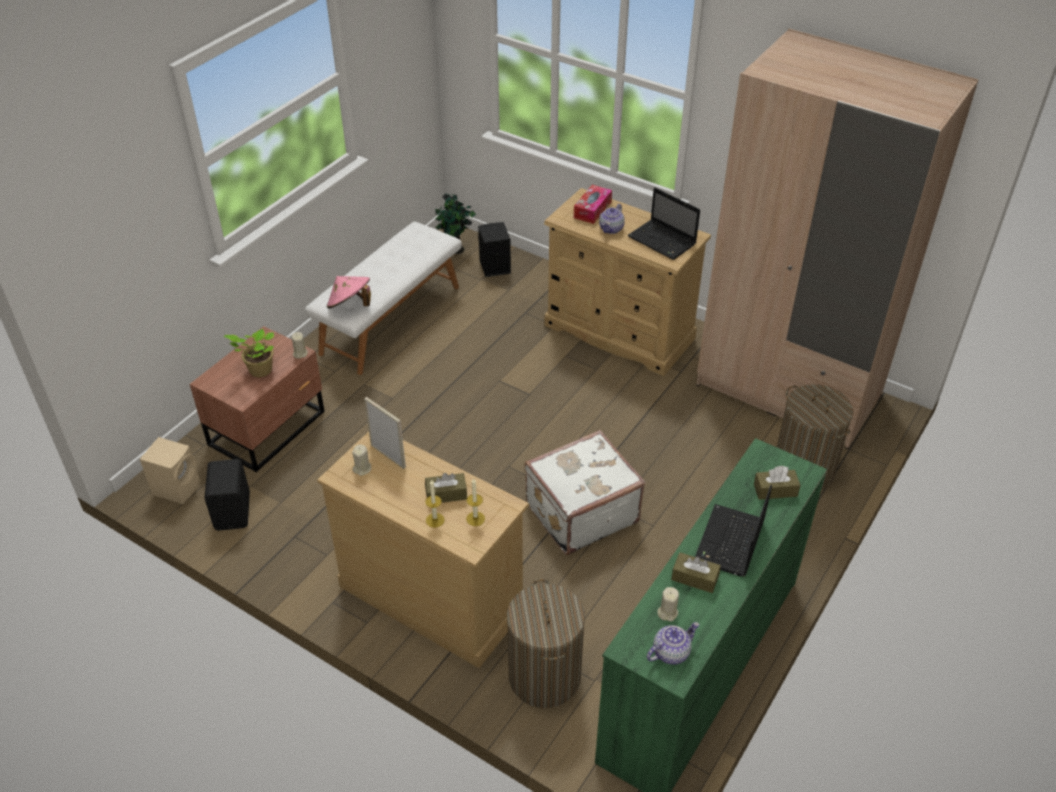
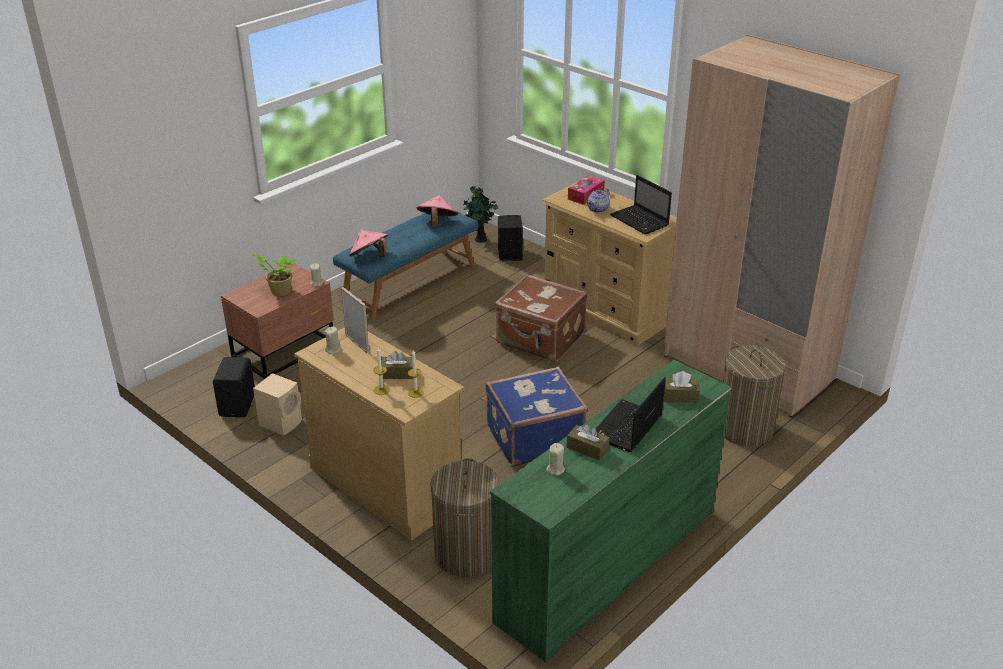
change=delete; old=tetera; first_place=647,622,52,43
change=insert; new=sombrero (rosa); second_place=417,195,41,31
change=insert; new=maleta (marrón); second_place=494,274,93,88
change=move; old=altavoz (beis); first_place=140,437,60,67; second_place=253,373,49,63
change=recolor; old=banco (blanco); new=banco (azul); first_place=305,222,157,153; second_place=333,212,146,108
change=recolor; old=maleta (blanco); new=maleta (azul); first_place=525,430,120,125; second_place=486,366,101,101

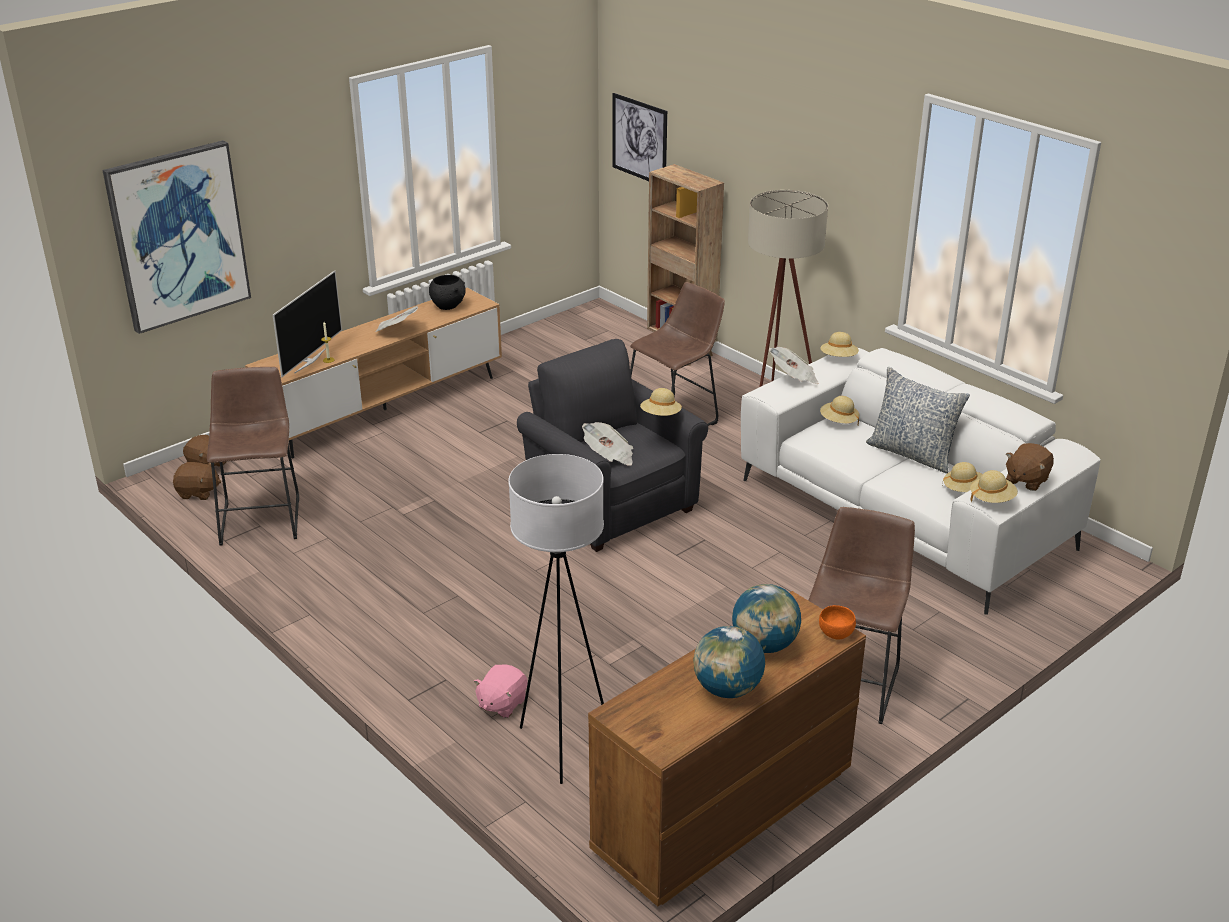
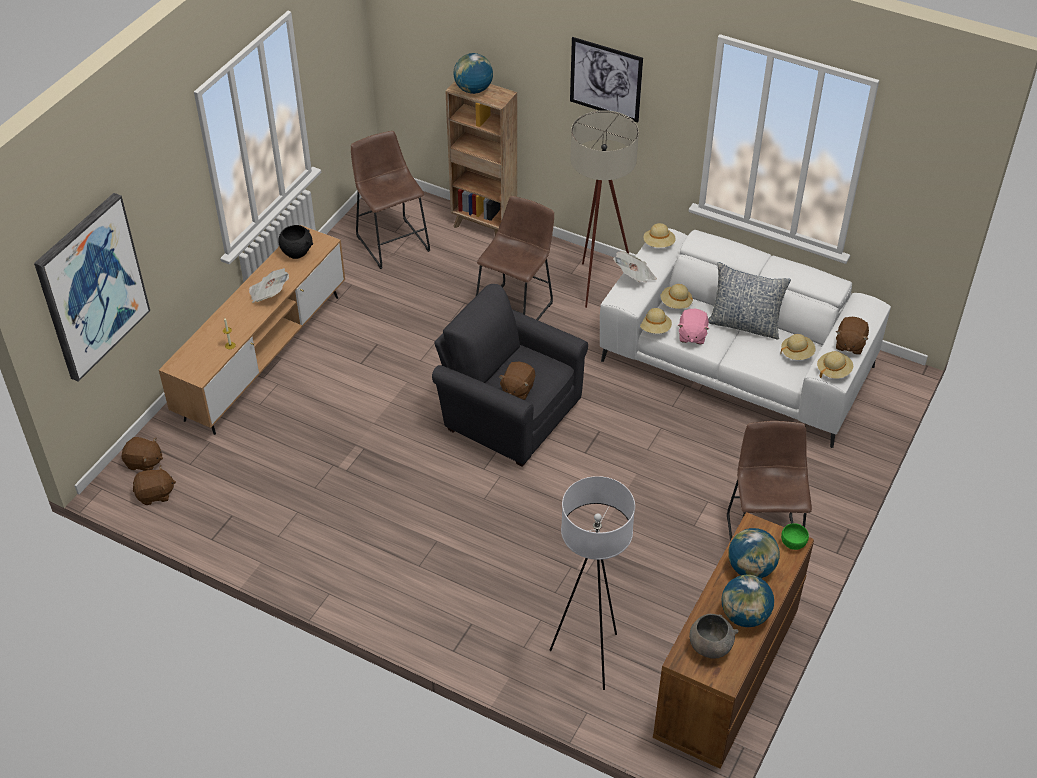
change=delete; old=televisor; first_place=273,270,69,107
change=insert; new=globo terráqueo; second_place=454,53,39,41
change=insert; new=cuenco (gris); second_place=689,614,49,44
change=move; old=taburete (marrón); first_place=207,367,92,179; second_place=351,131,79,138
change=move; old=peluche (rosa); first_place=474,664,53,54; second_place=678,309,31,35
change=move; old=cuadro; first_place=613,93,54,88; second_place=570,37,73,86
change=move; old=sombrero (beis); first_place=640,388,42,28; second_place=640,308,32,26
change=replace; old=periódico; new=peluche (marrón); first_place=582,422,51,44; second_place=498,362,37,38
change=recolor; old=cuenco (naranja); new=cuenco (verde); first_place=819,605,37,35; second_place=781,523,28,27

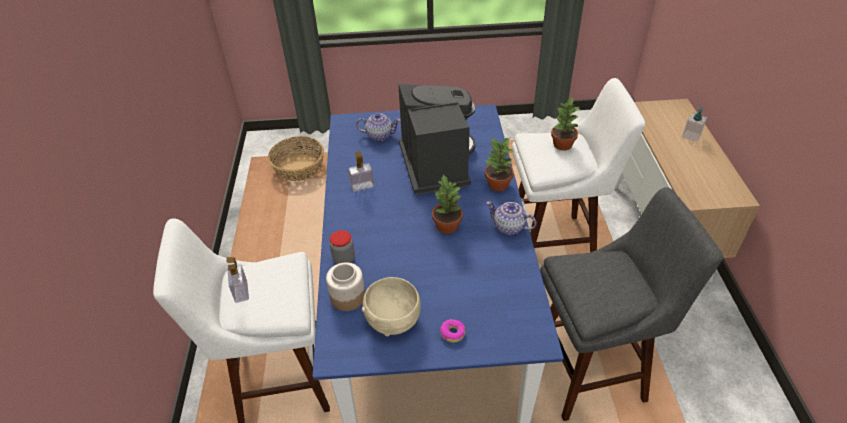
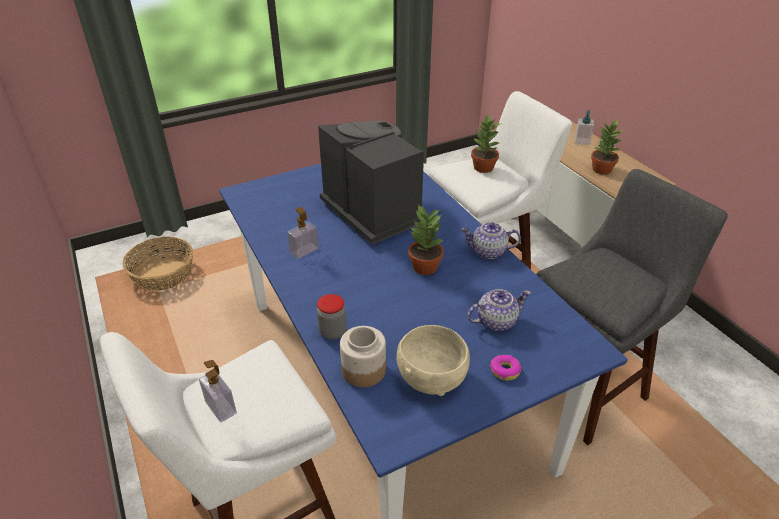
change=move; old=tetera; first_place=356,113,45,28; second_place=467,289,64,42
change=move; old=planta en maceta; first_place=485,138,30,53; second_place=591,120,33,55

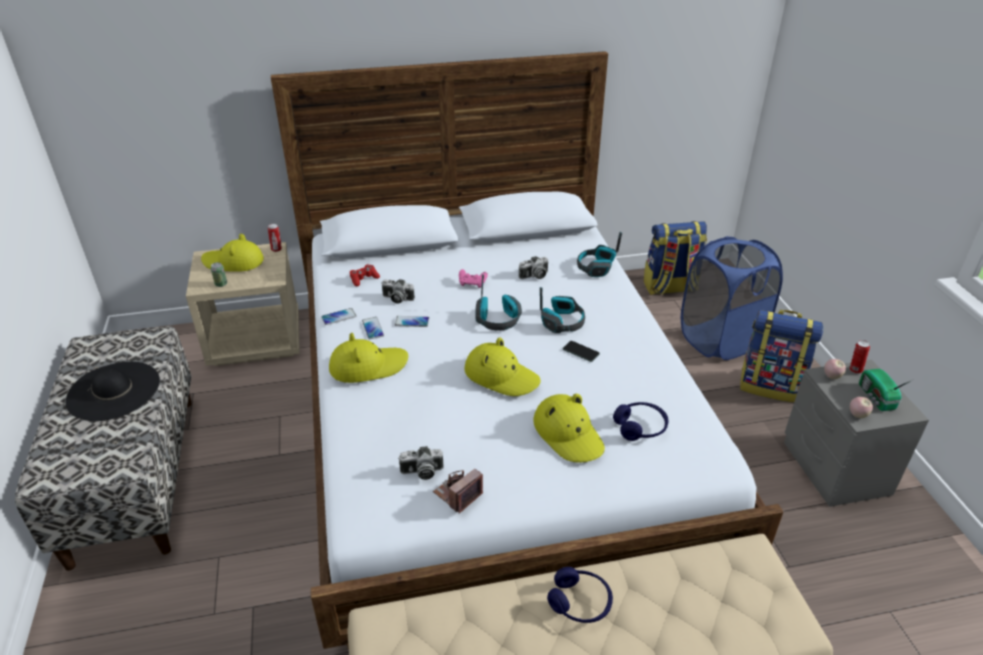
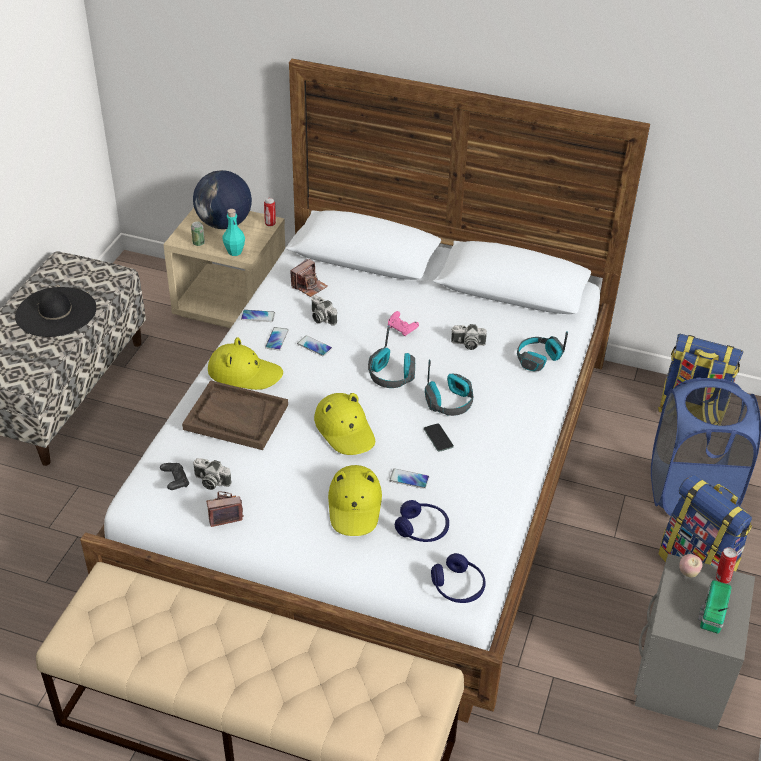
change=delete; old=manzana; first_place=850,397,23,21
change=insert; new=mando de consola (negro); second_place=160,463,29,27
change=insert; new=bandeja (marrón); second_place=182,380,106,70
change=insert; new=botella (turquesa); second_place=222,209,23,47
change=insert; new=móvil; second_place=389,468,40,21
change=move; old=auriculares (azul); first_place=547,567,66,56; second_place=431,553,55,50
change=replace; old=sombrero (amarillo); new=globo terráqueo; first_place=201,233,63,39; second_place=193,170,59,59
change=replace; old=mando de consola (rojo); new=cámara; first_place=350,264,30,22; second_place=290,259,38,38

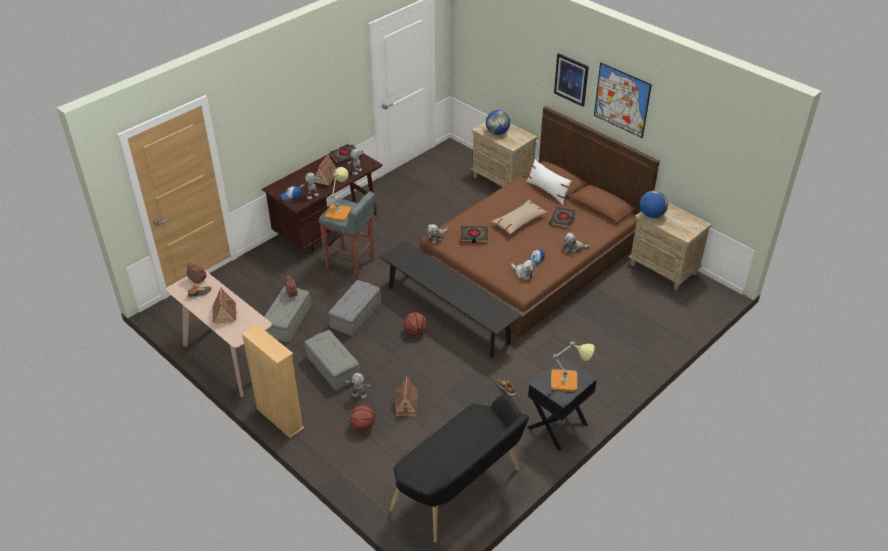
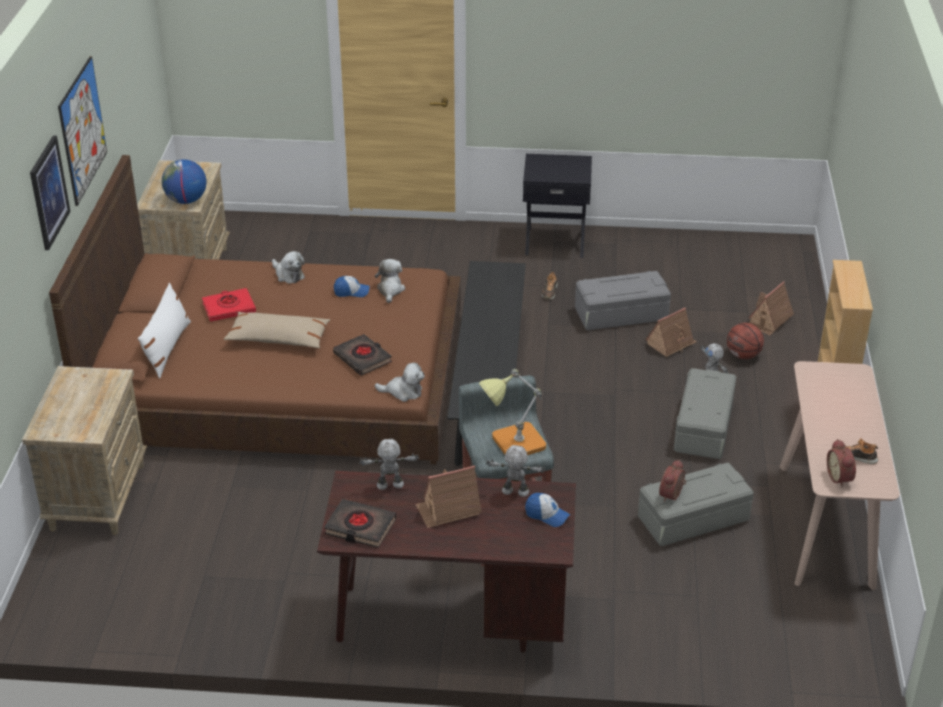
change=delete; old=banco (negro); first_place=389,395,140,148
change=delete; old=balón de baloncesto; first_place=404,312,23,23
change=delete; old=globo terráqueo; first_place=486,110,24,25
change=delete; old=lámpara de mesa; first_place=551,341,44,51
change=move; old=casita; first_place=213,287,25,37; second_place=748,281,46,54
change=move; old=caja de almacenaje (gris); first_place=328,280,53,56; second_place=575,271,96,60
change=recolor; old=libro (negro); new=libro (rojo); first_place=549,206,27,23; second_place=202,288,54,34

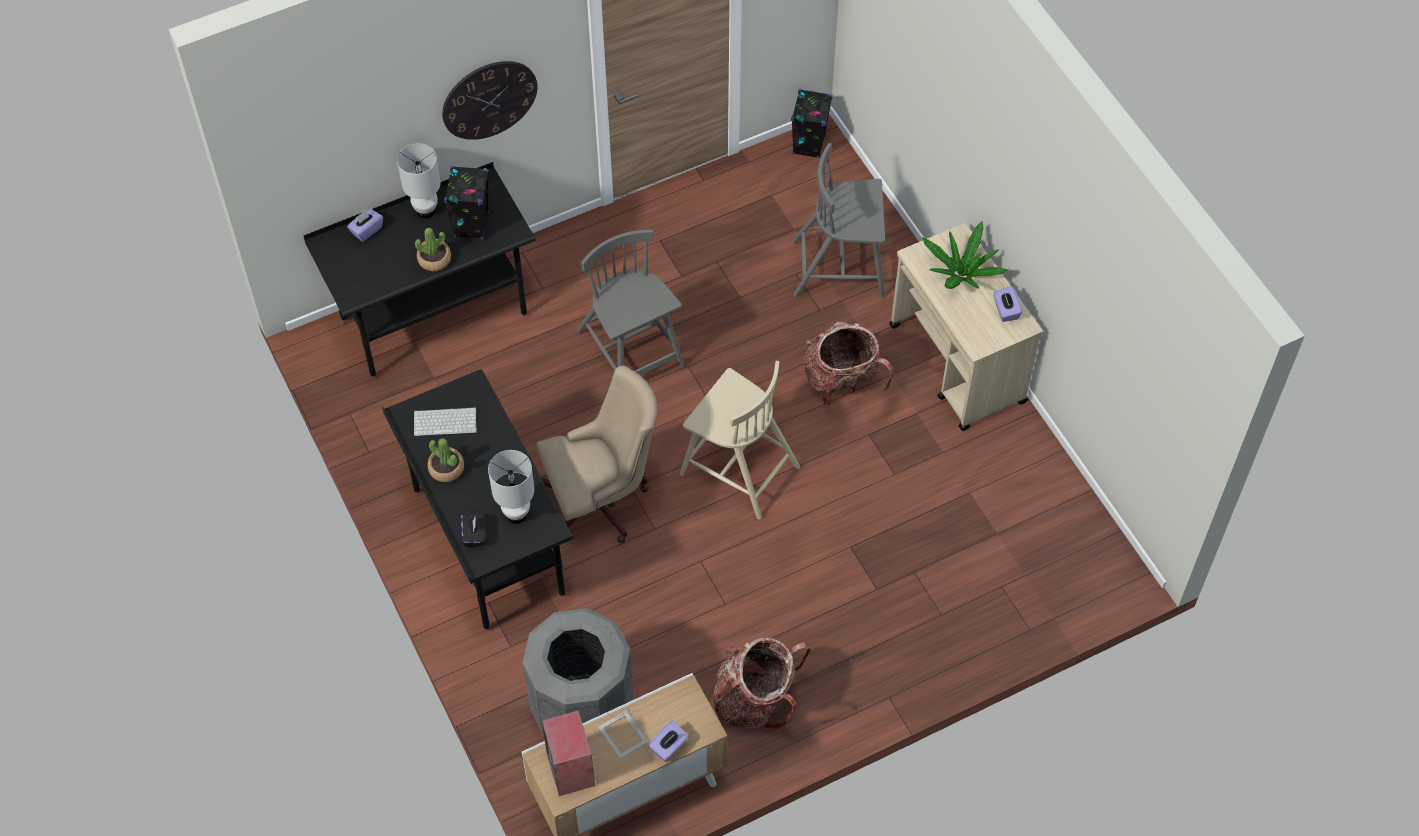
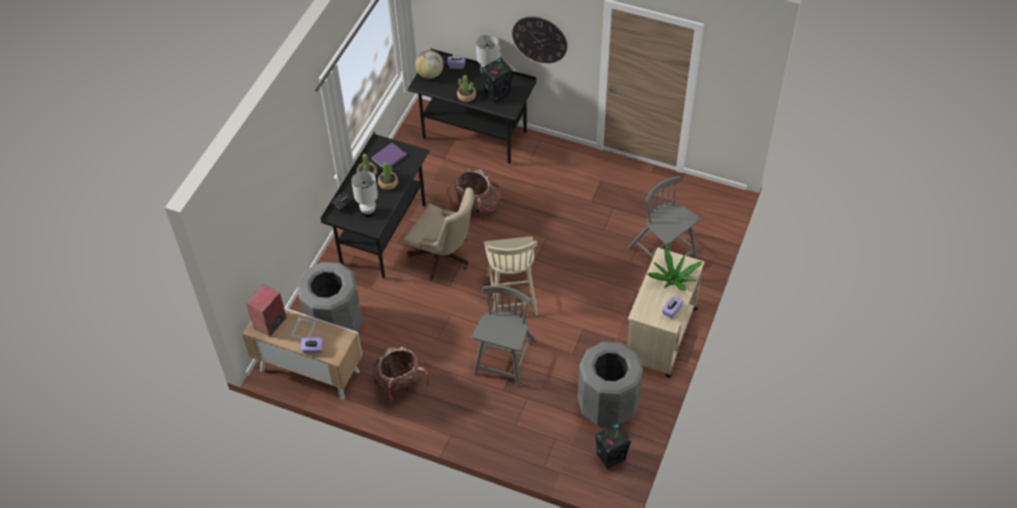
change=insert; new=planta en maceta; second_place=378,162,20,28
change=insert; new=globo terráqueo; second_place=415,50,29,29
change=insert; new=papelera (gris); second_place=578,342,65,85
change=move; old=silla (gris); first_place=577,230,108,145; second_place=472,286,64,102
change=move; old=altavoz (negro); first_place=791,89,42,70; second_place=595,422,37,48
change=move; old=mochila; first_place=804,321,90,84; second_place=447,169,53,53
change=replace; old=teclado; new=libro (morado); first_place=414,407,63,29; second_place=371,143,36,25

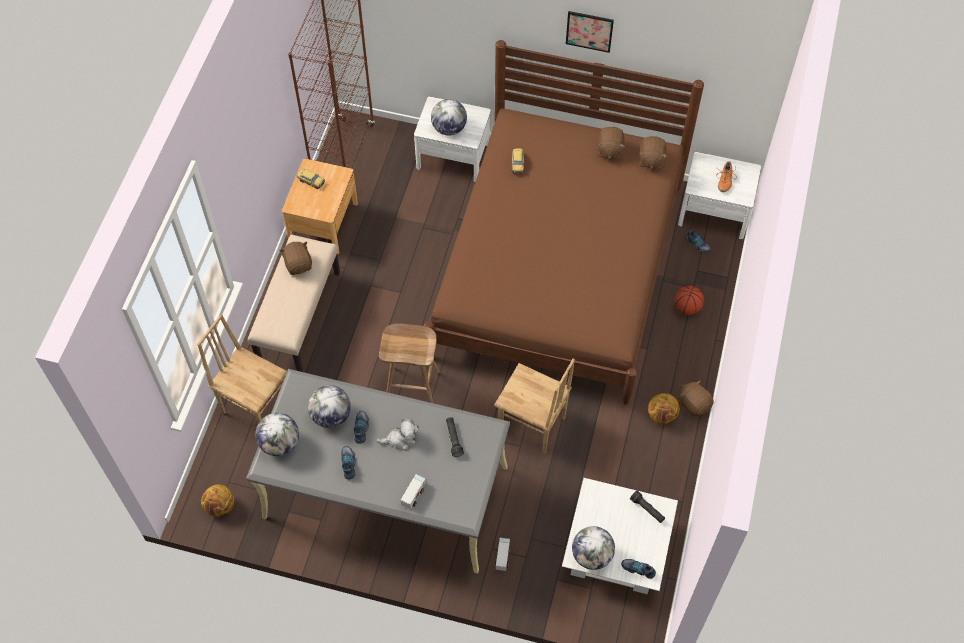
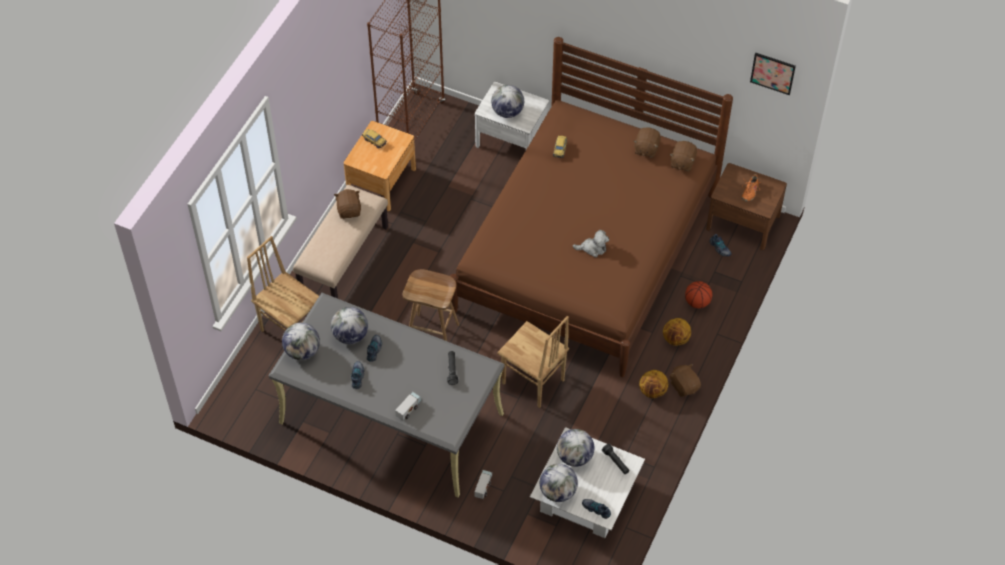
change=insert; new=globo terráqueo; second_place=557,429,37,38
change=move; old=balón de baloncesto; first_place=201,484,33,33; second_place=663,318,28,28
change=move; old=peluche; first_place=376,418,43,33; second_place=573,230,36,27
change=move; old=cuadro; first_place=566,11,48,42; second_place=750,53,46,42
change=recolor; old=mesita de noche (blanco); new=mesita de noche (marrón); first_place=678,152,83,87; second_place=706,163,81,87

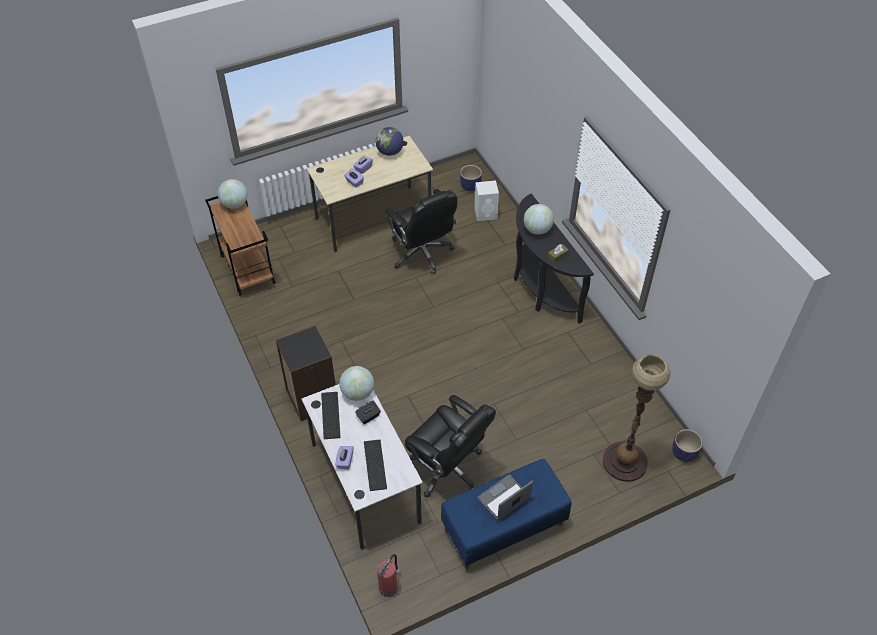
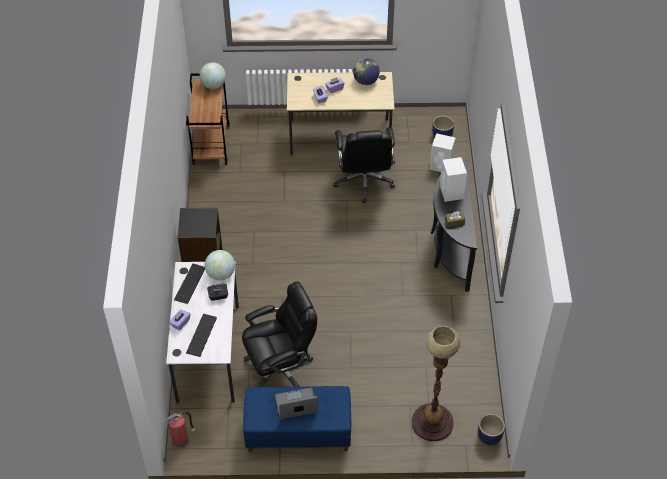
change=replace; old=globo terráqueo; new=altavoz (blanco); first_place=524,204,30,31; second_place=440,157,27,45
change=rotate; old=silla de oficina (negro); first_place=405,395,91,102; second_place=242,281,75,106; degrees=-90

